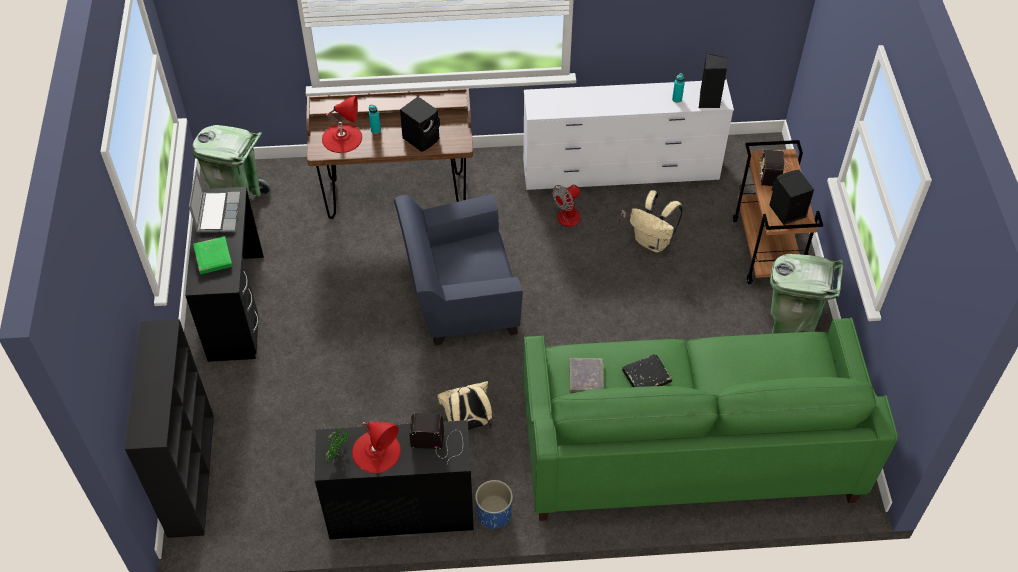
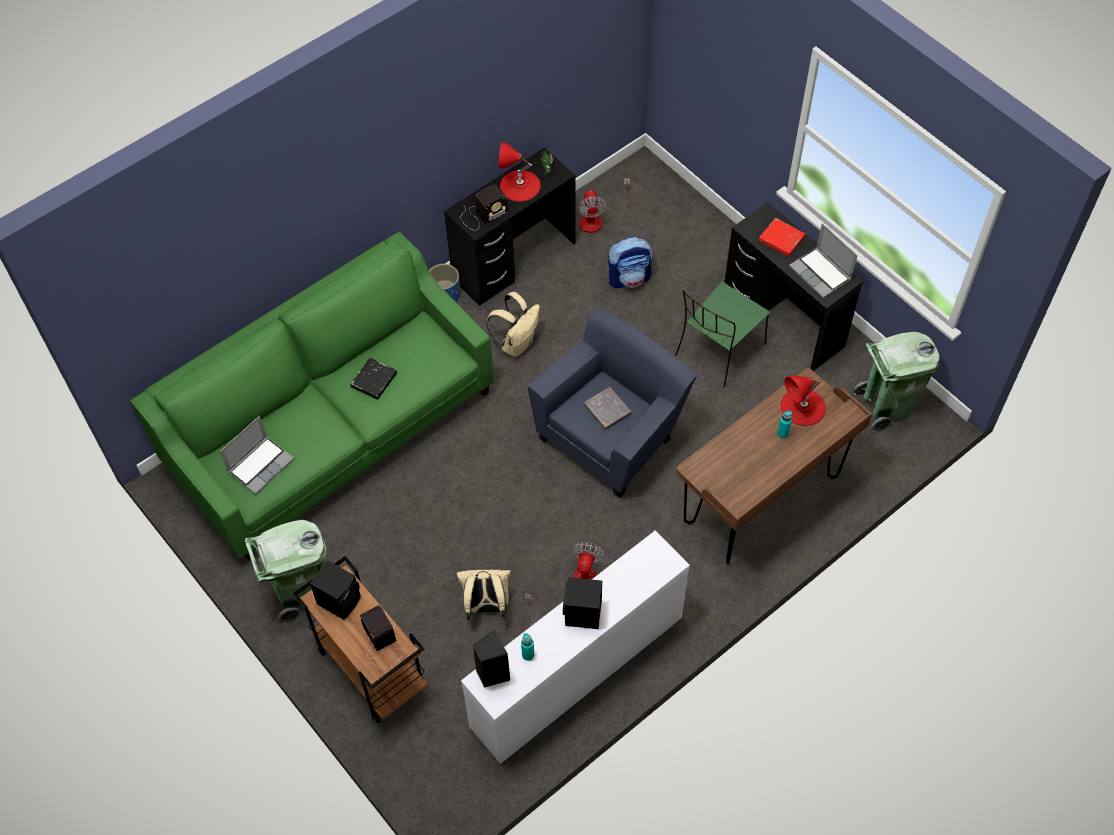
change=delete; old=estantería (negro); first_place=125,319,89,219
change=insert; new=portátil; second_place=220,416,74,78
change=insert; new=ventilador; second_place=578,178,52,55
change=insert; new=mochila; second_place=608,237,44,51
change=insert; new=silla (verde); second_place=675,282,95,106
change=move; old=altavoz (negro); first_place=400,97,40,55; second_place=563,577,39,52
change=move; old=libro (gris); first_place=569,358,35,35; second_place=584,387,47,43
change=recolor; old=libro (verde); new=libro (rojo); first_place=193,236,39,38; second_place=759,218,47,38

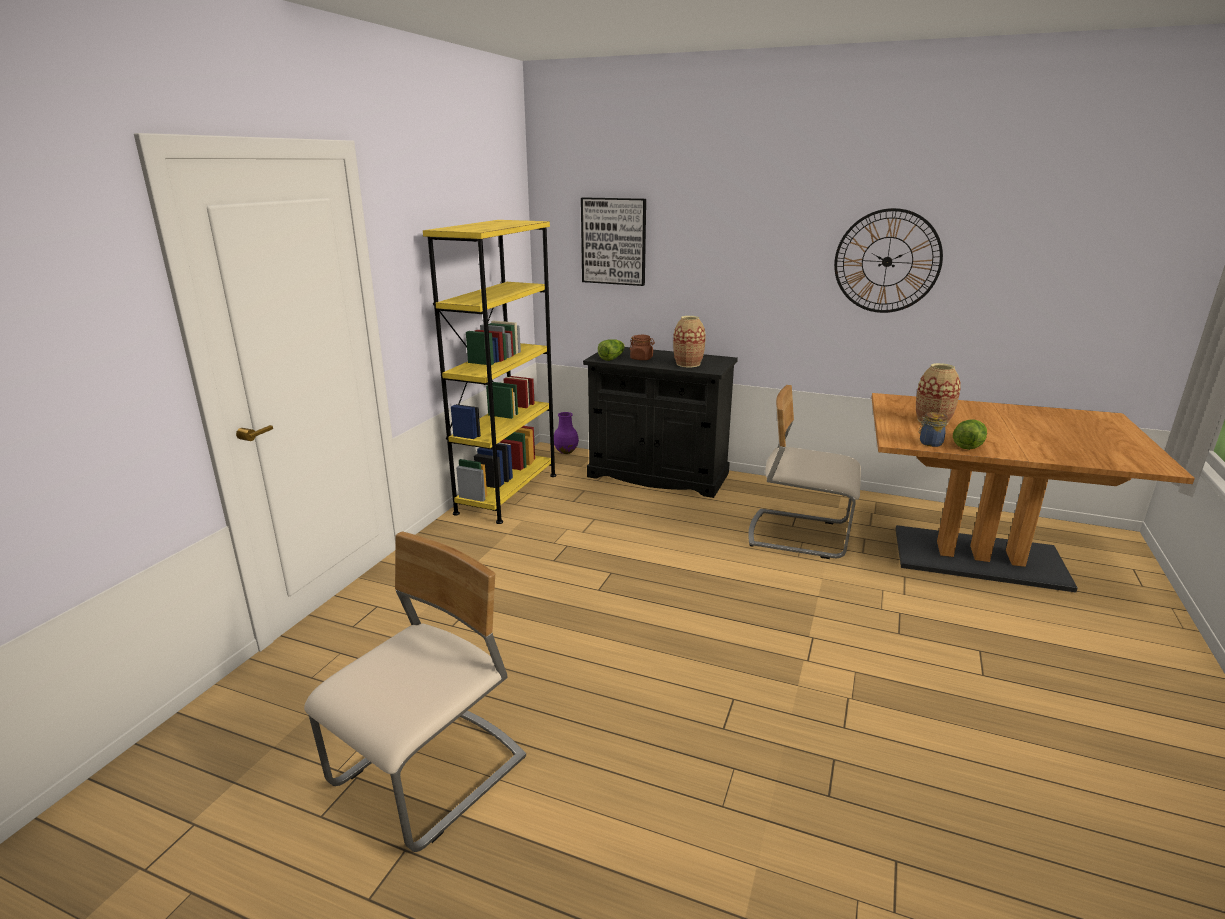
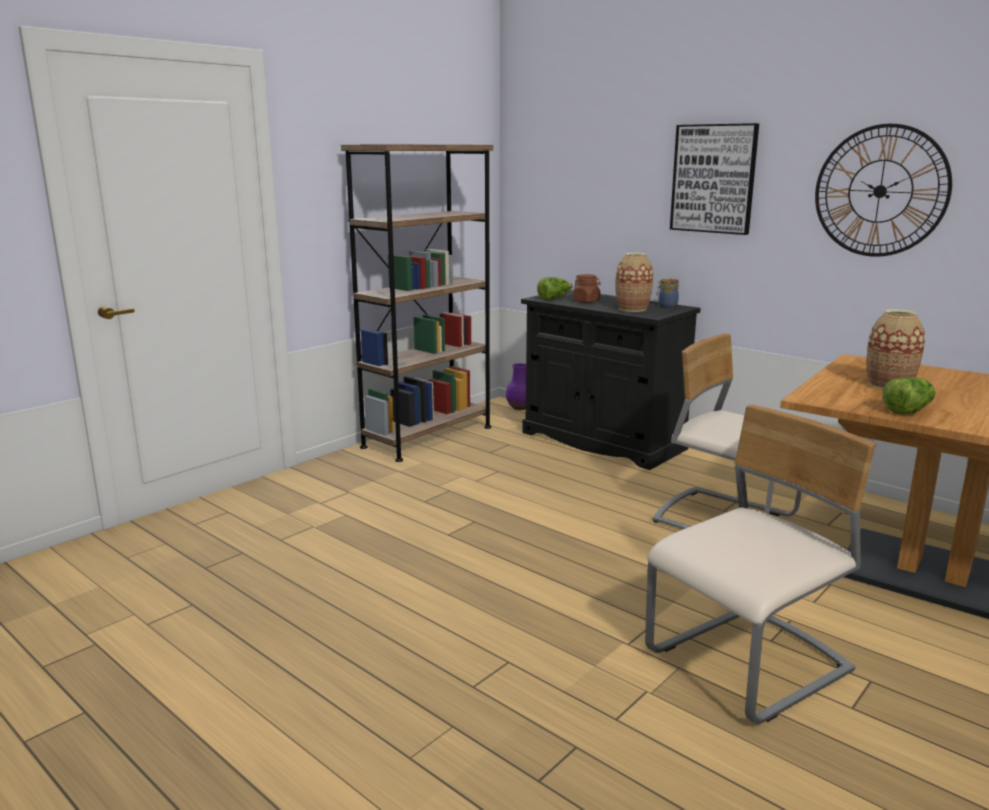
change=move; old=silla (beis); first_place=304,532,222,320; second_place=645,404,231,320
change=move; old=cuadro; first_place=581,197,65,89; second_place=670,123,89,112
change=move; old=tarro; first_place=919,412,29,35; second_place=656,278,23,29
change=recolor; old=estantería (amarillo); new=estantería (marrón); first_place=423,220,133,304; second_place=341,144,152,318

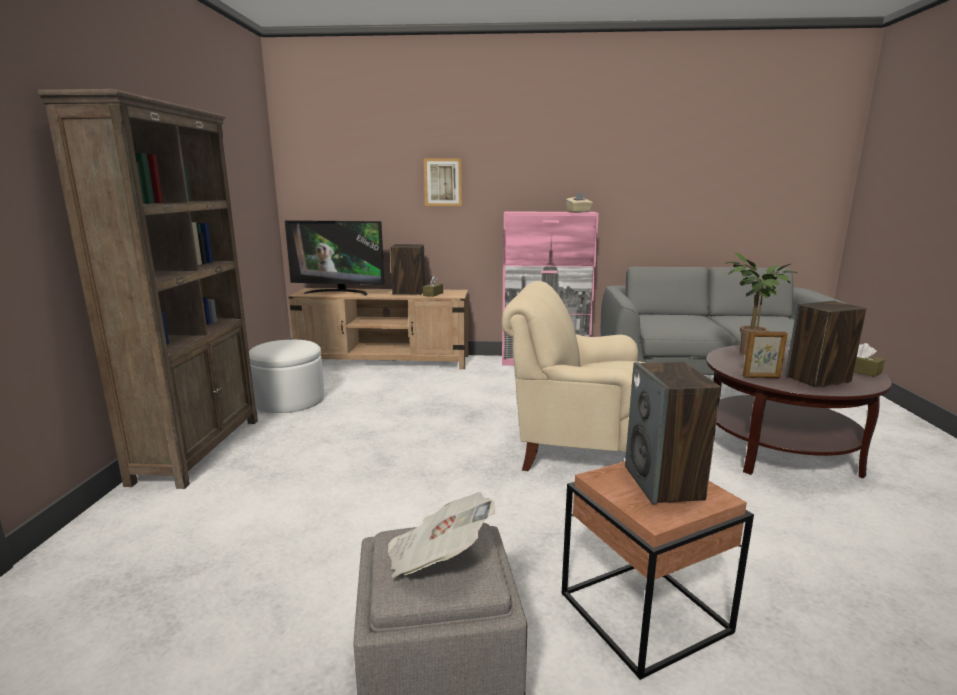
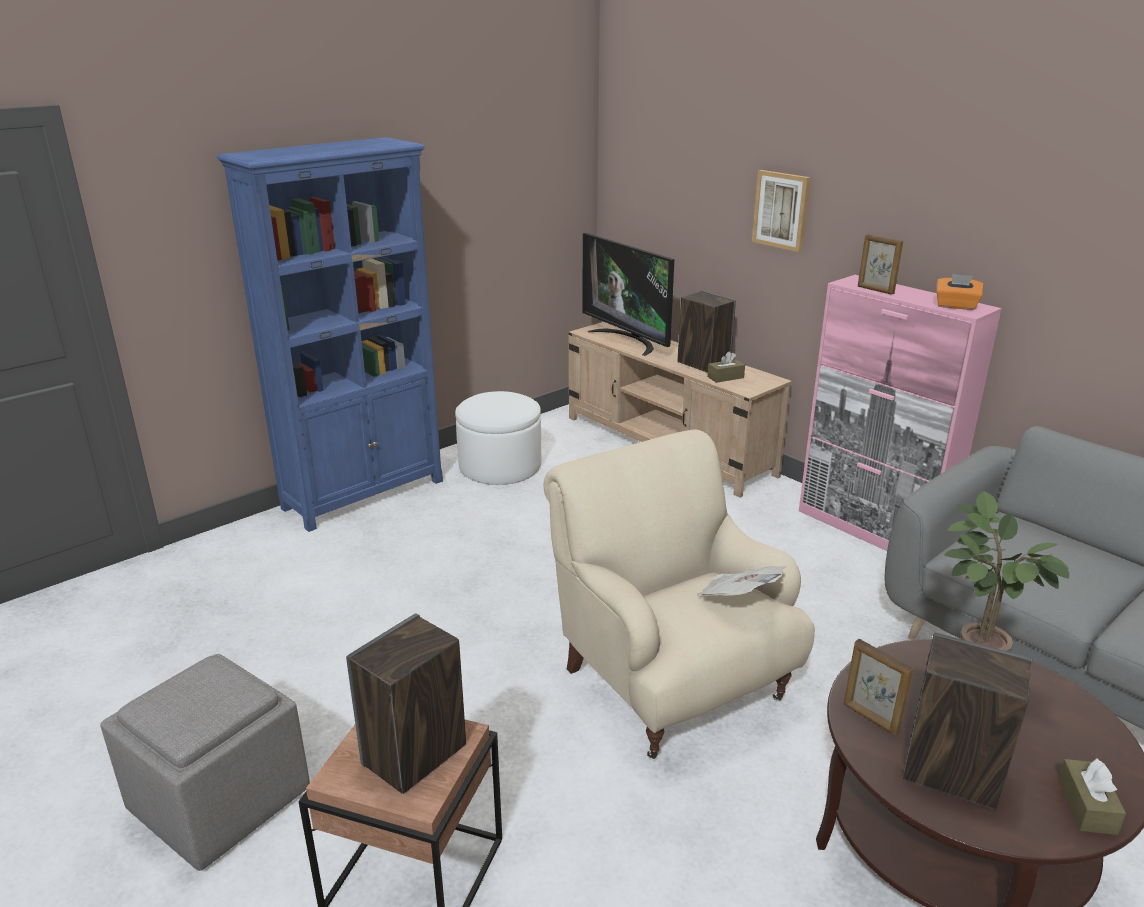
change=insert; new=portarretratos; second_place=858,234,45,61
change=move; old=periódico; first_place=388,492,107,86; second_place=696,566,90,30
change=recolor; old=estantería (marrón); new=estantería (azul); first_place=37,89,221,400; second_place=217,137,226,395
change=recolor; old=caja de pañuelos (beis); new=caja de pañuelos (naranja); first_place=566,193,27,20; second_place=936,273,47,37

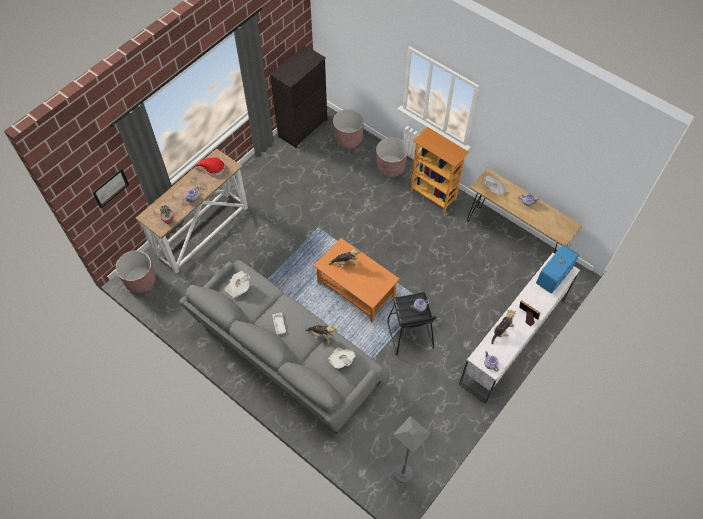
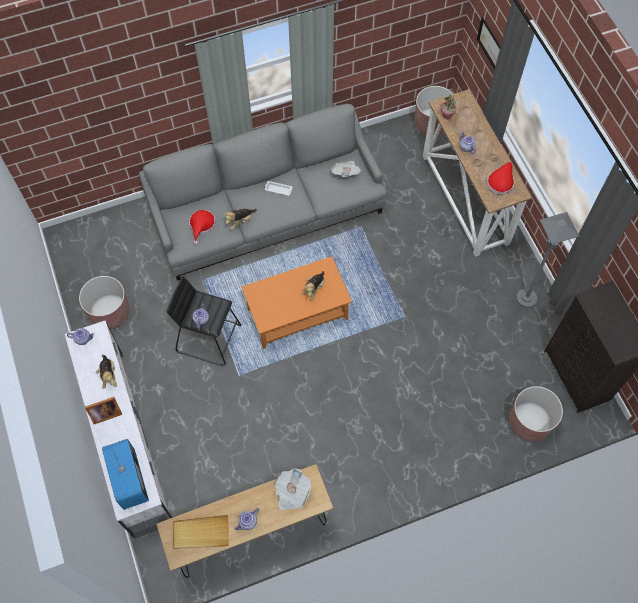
change=delete; old=estantería; first_place=410,127,59,86
change=insert; new=bandeja (beis); second_place=173,515,56,34
change=move; old=maceta (marrón); first_place=376,137,32,40; second_place=79,276,51,53
change=move; old=lámpara de pie (gris); first_place=393,416,38,67; second_place=516,212,63,96
change=replace; old=periódico; new=sombrero (rojo); first_place=328,347,28,21; second_place=189,210,26,34

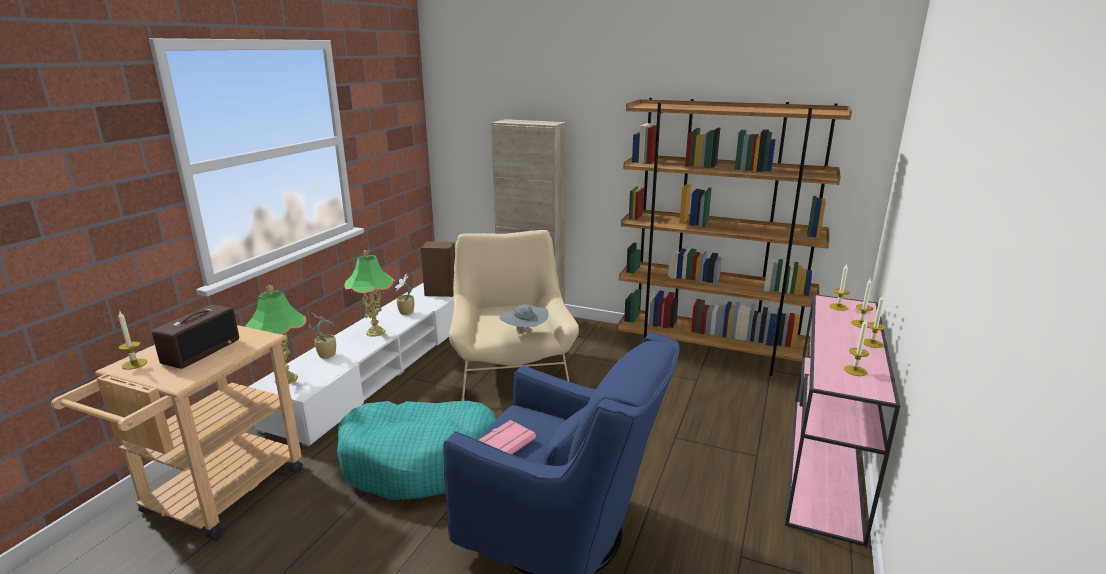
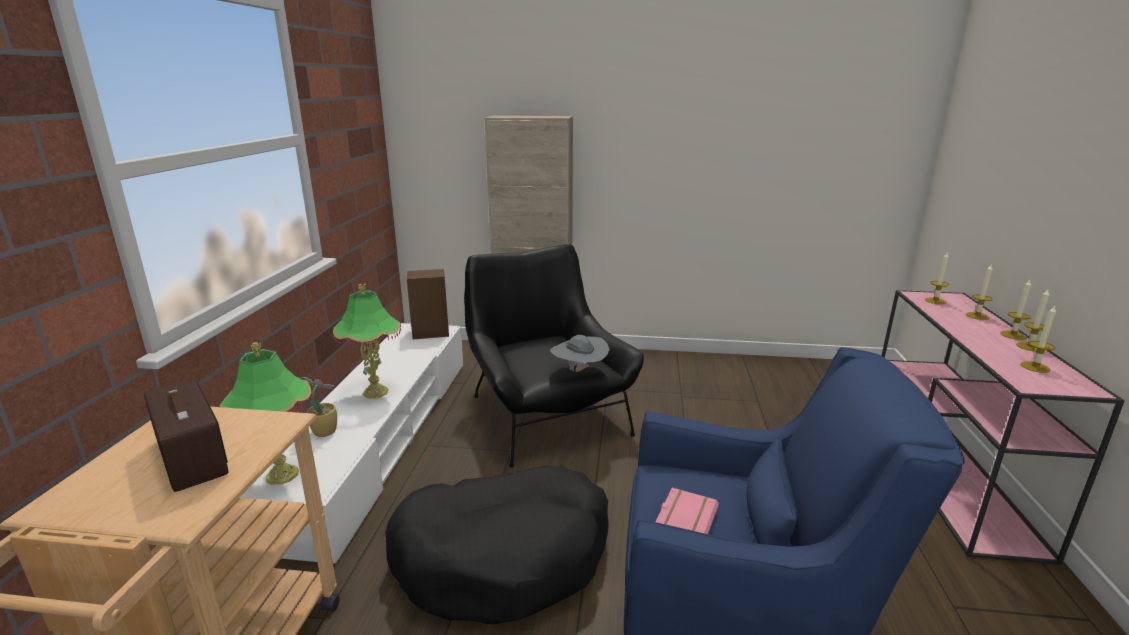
change=delete; old=planta en maceta; first_place=395,274,19,41
change=delete; old=estantería (marrón); first_place=617,98,235,278
change=move; old=vela; first_place=118,310,30,60; second_place=1016,289,34,63
change=recolor; old=cama para perro (turquesa); new=cama para perro (negro); first_place=337,401,159,99; second_place=385,466,224,159
change=recolor; old=sillón (beis); new=sillón (negro); first_place=449,230,130,171; second_place=464,244,180,224
change=rotate; old=radio; first_place=152,304,87,65; second_place=144,380,85,112; degrees=-45

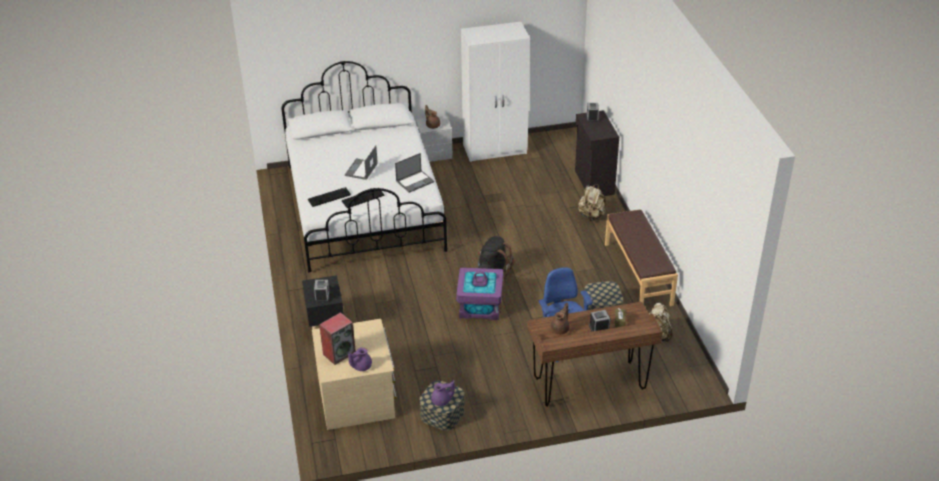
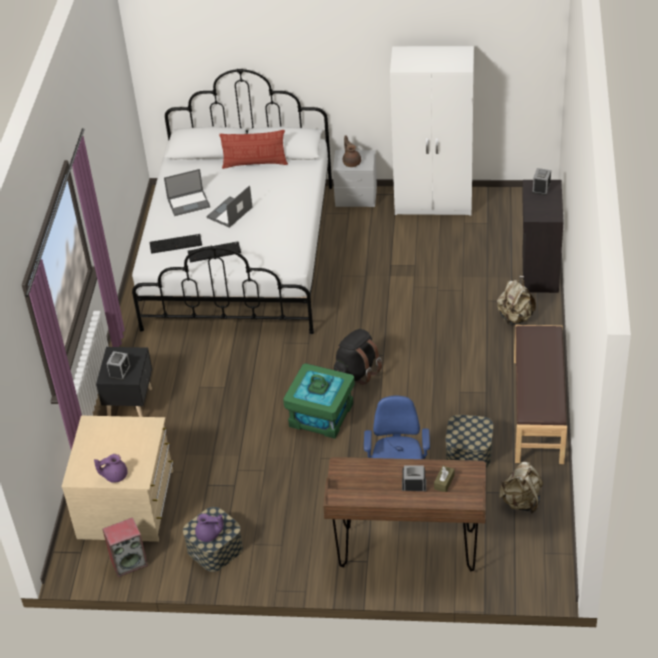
change=delete; old=tetera (marrón); first_place=551,302,19,32
change=insert; new=cojín; second_place=219,130,69,39
change=move; old=altavoz; first_place=319,312,37,53; second_place=103,517,45,60
change=move; old=portátil; first_place=395,153,39,40; second_place=164,169,46,47
change=recolor; old=caja de almacenaje (morado); new=caja de almacenaje (verde); first_place=456,267,47,53; second_place=283,363,72,76

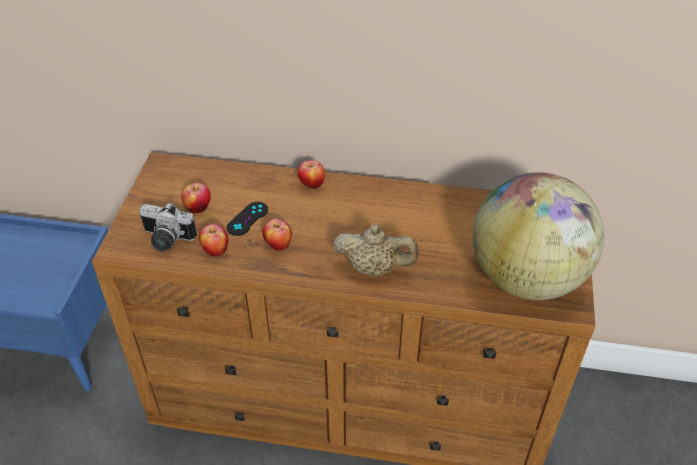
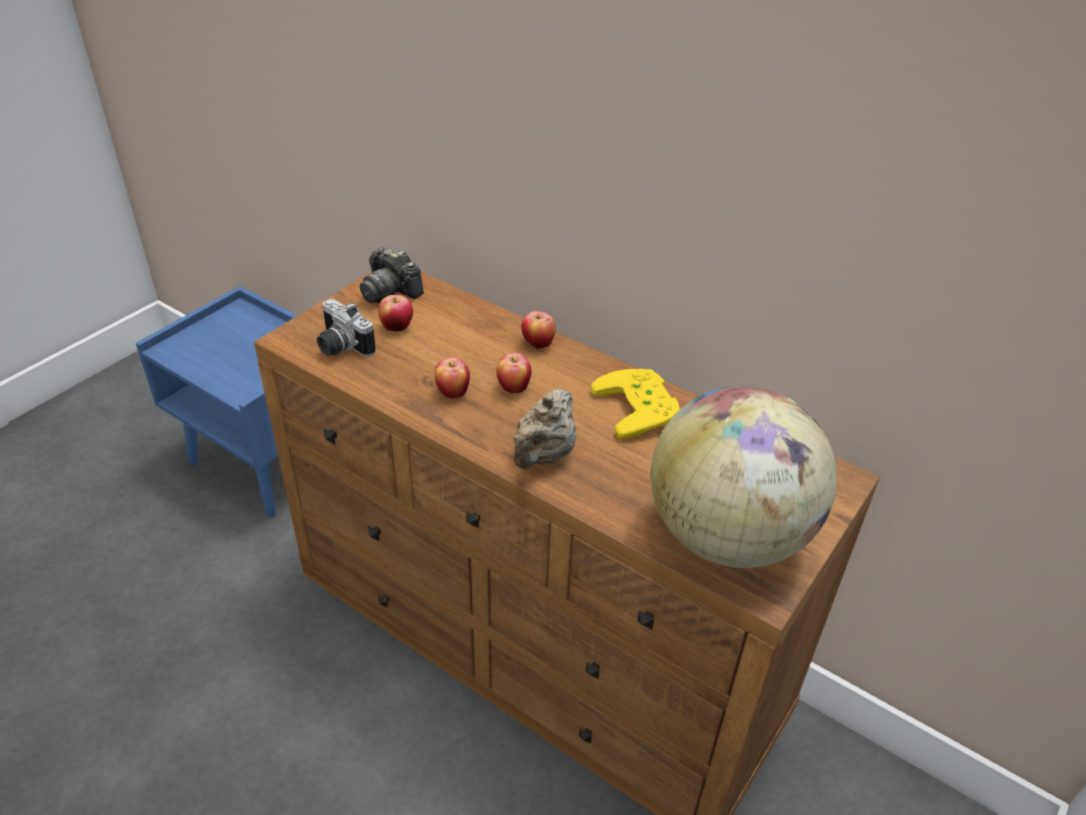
change=delete; old=mando de consola (negro); first_place=227,202,41,34
change=insert; new=cámara; second_place=360,247,64,56
change=insert; new=mando de consola (amarillo); second_place=591,369,89,70
change=move; old=manzana; first_place=199,224,29,32; second_place=496,353,36,40
change=rotate; old=tetera (beis); first_place=334,224,85,53; second_place=514,389,62,80; degrees=75

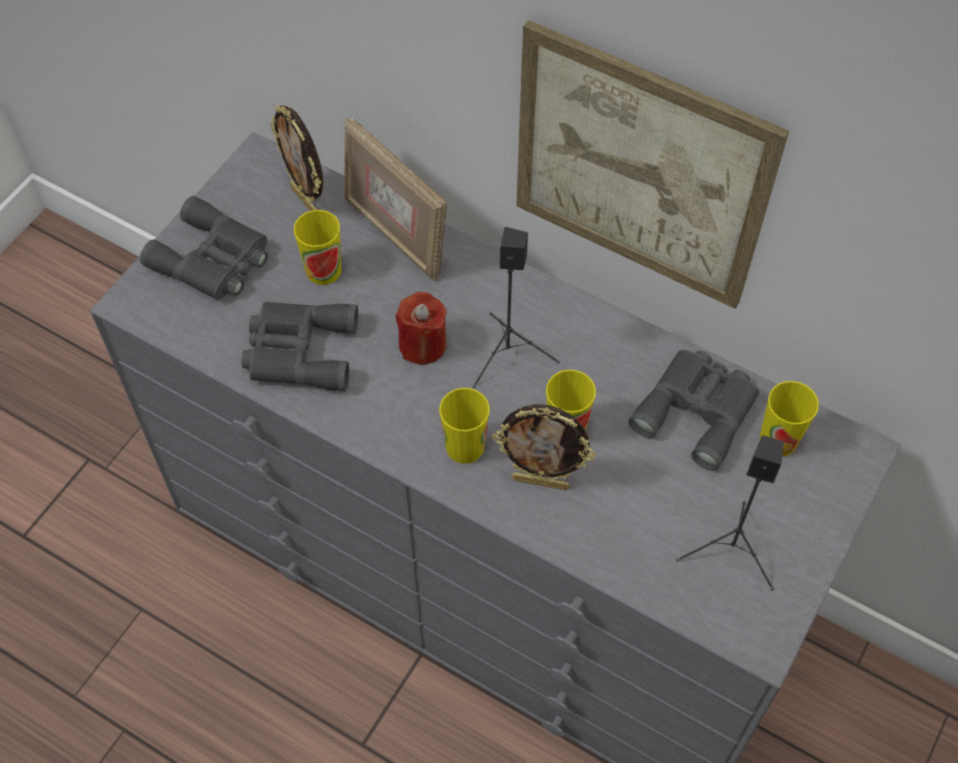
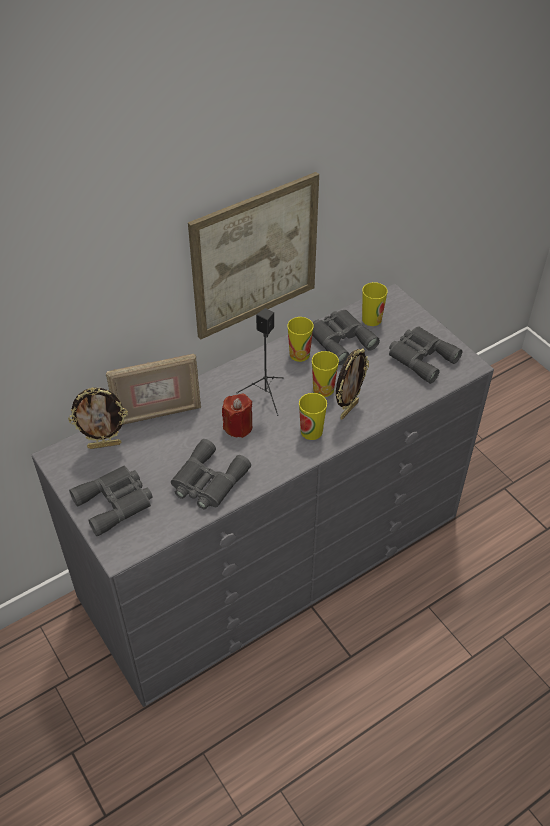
change=move; old=taza; first_place=294,210,47,75; second_place=287,317,27,45
change=replace; old=altavoz (negro); new=prismáticos (gris); first_place=676,435,108,156; second_place=389,327,73,57

